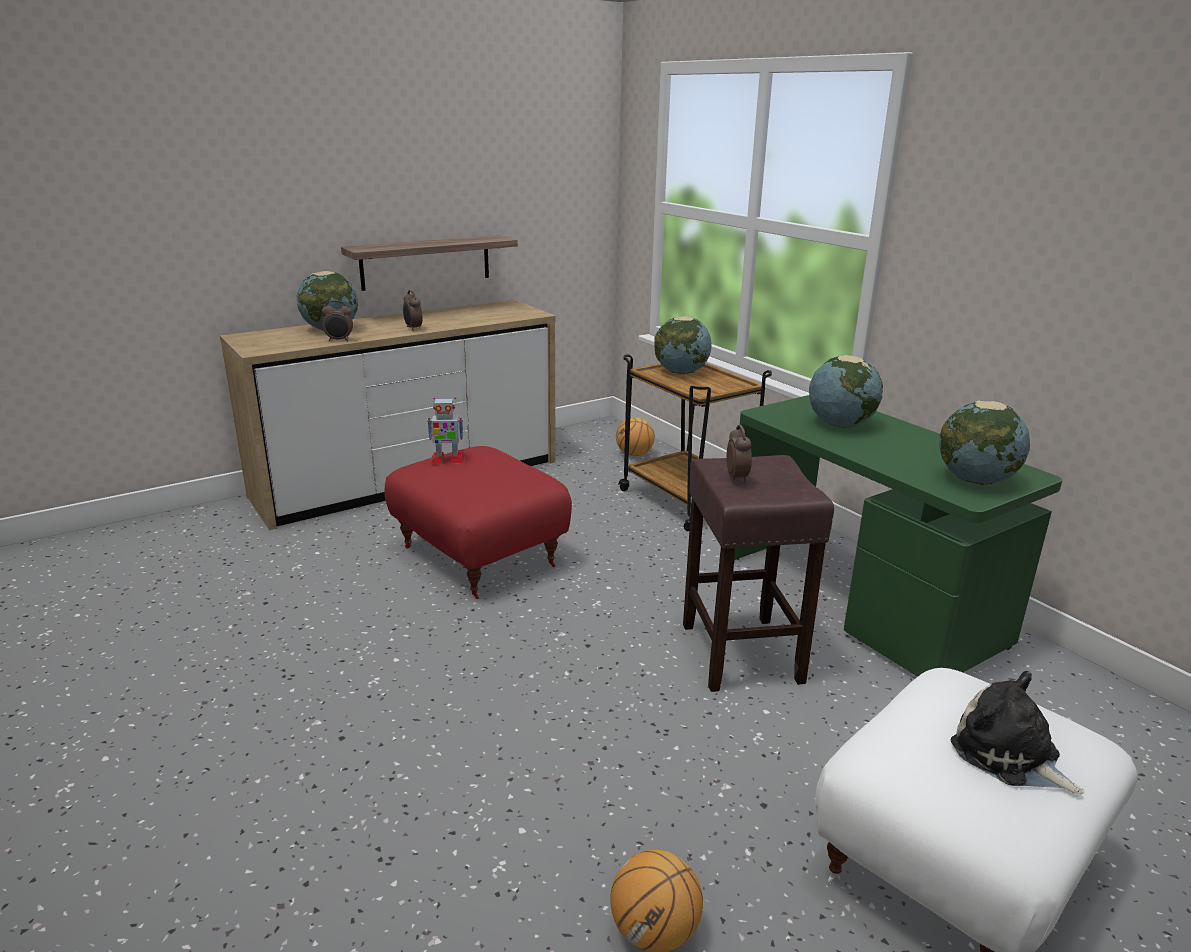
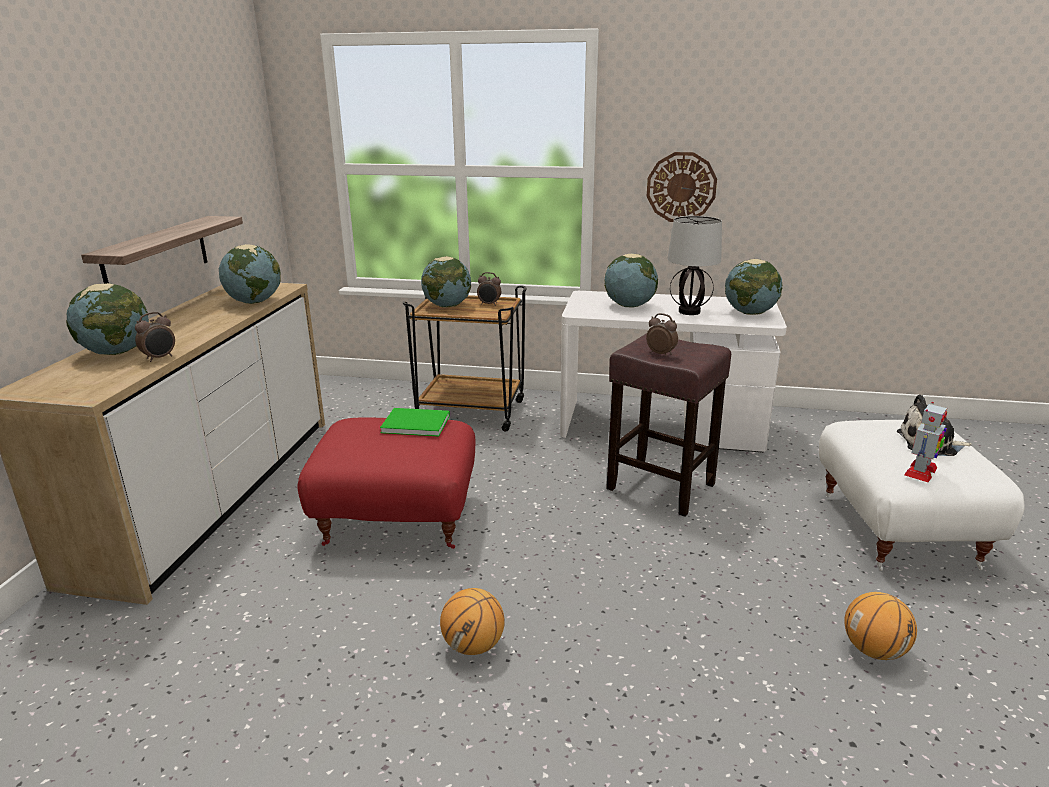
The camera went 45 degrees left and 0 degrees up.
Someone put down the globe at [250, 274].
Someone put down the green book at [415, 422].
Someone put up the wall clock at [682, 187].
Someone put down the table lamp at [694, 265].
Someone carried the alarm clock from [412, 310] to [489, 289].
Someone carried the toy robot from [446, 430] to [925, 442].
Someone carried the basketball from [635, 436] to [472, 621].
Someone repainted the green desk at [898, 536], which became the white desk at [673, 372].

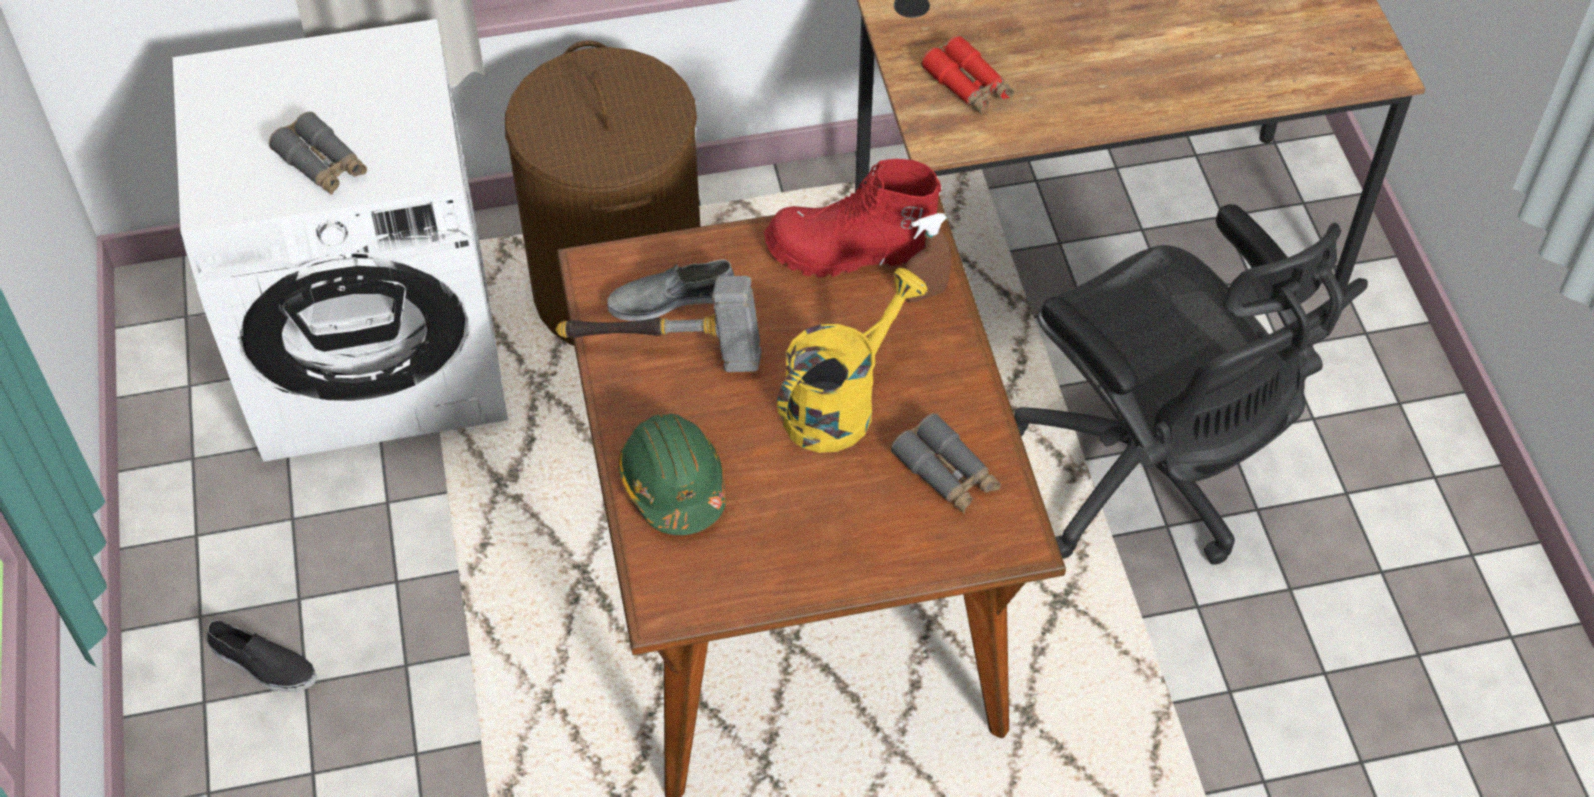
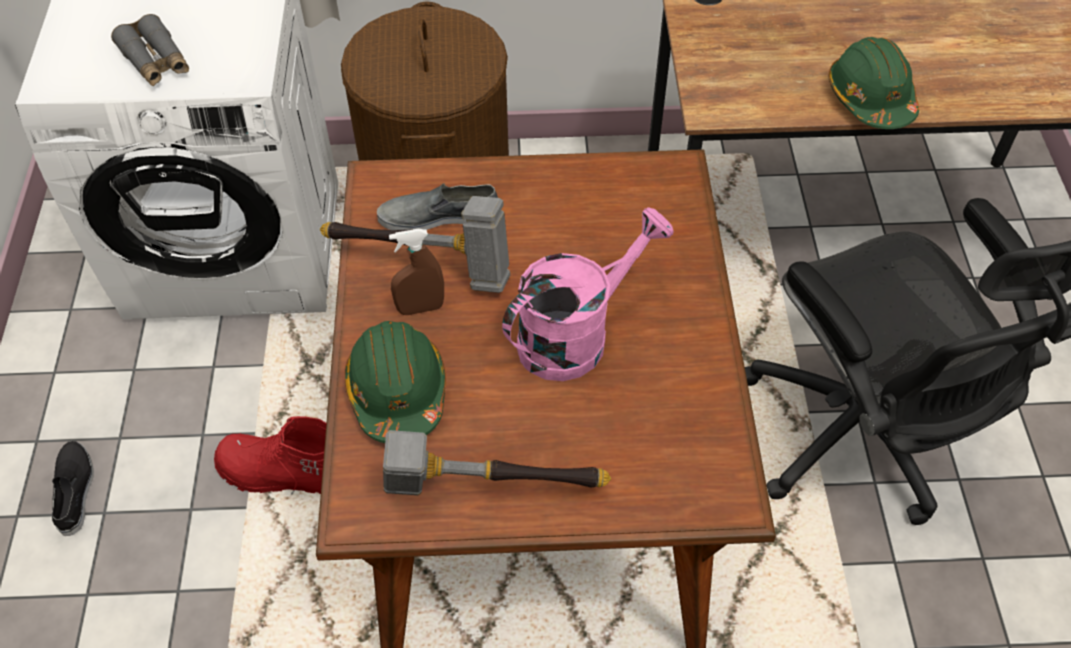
The camera went 10 degrees right and 0 degrees up.
Someone took away the grey binoculars at [946, 463].
Someone took away the red binoculars at [967, 75].
Someone put down the hammer at [497, 462].
Someone put down the green hard hat at [873, 83].
Someone carried the red boot from [852, 218] to [270, 455].
Someone carried the brown spray bottle from [927, 258] to [416, 272].
Someone repainted the yellow watering can at [852, 360], which became the pink watering can at [588, 294].
Someone rotated the black shoe at [262, 656] by 135 degrees counterclockwise.

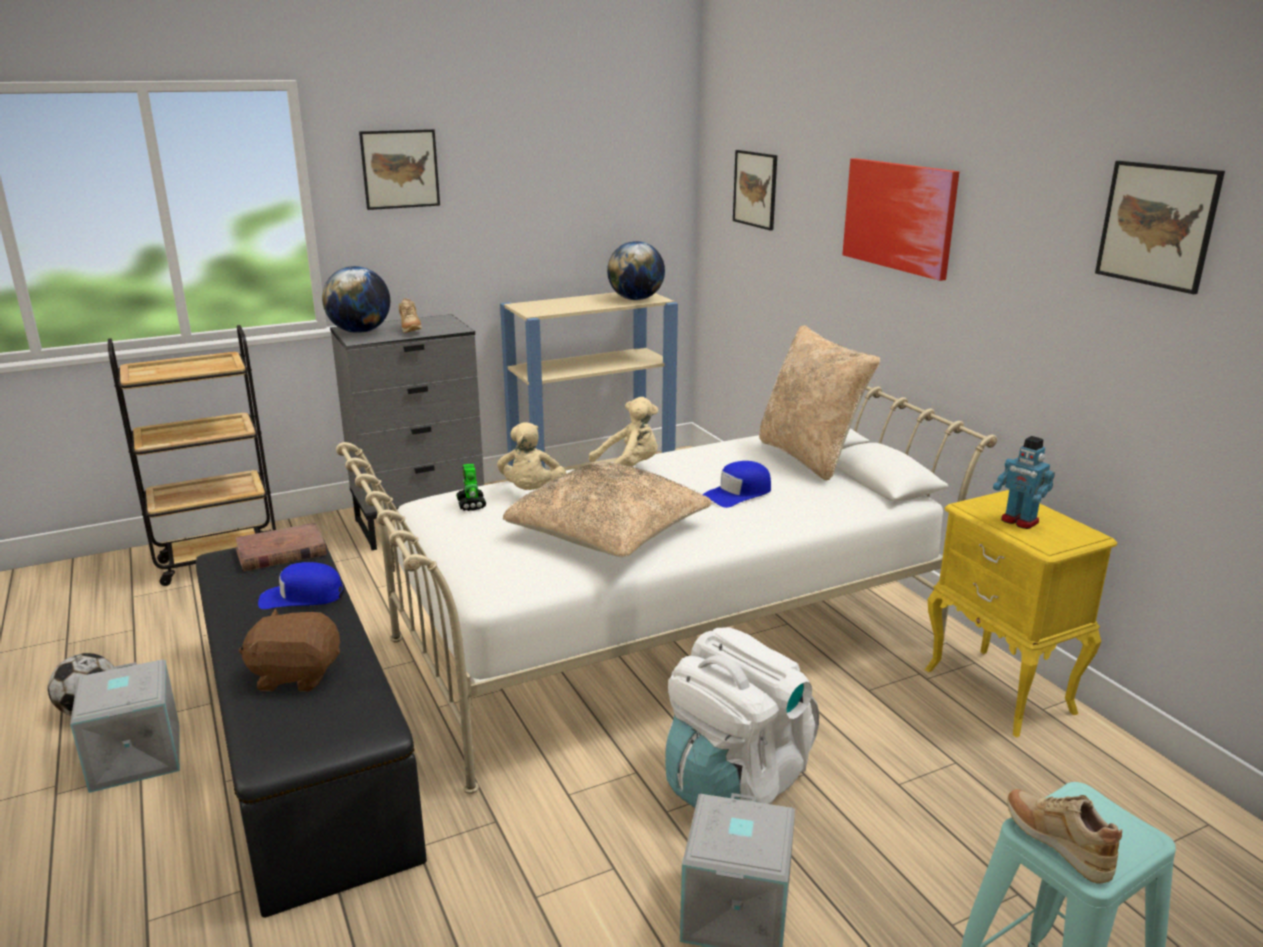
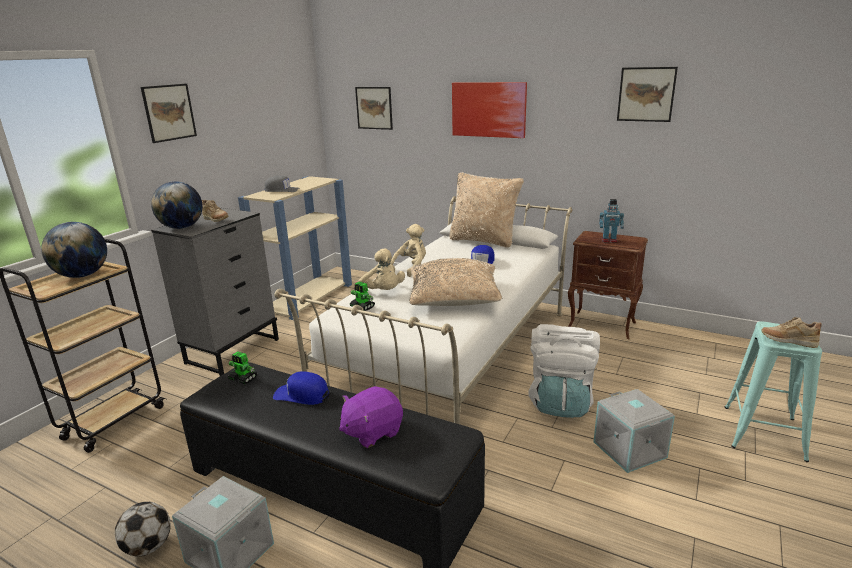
The camera went 35 degrees left and 0 degrees up.
Someone put down the grey cap at [282, 183].
Someone carried the globe from [636, 270] to [74, 250].
Someone swapped the brown book at [281, 547] for the toy robot at [242, 367].
Someone repainted the brown plush toy at [289, 650], which became the purple plush toy at [371, 417].
Someone repainted the yellow nightstand at [1021, 614], which became the brown nightstand at [608, 285].
Someone rotated the blue cap at [301, 585] by 60 degrees clockwise.

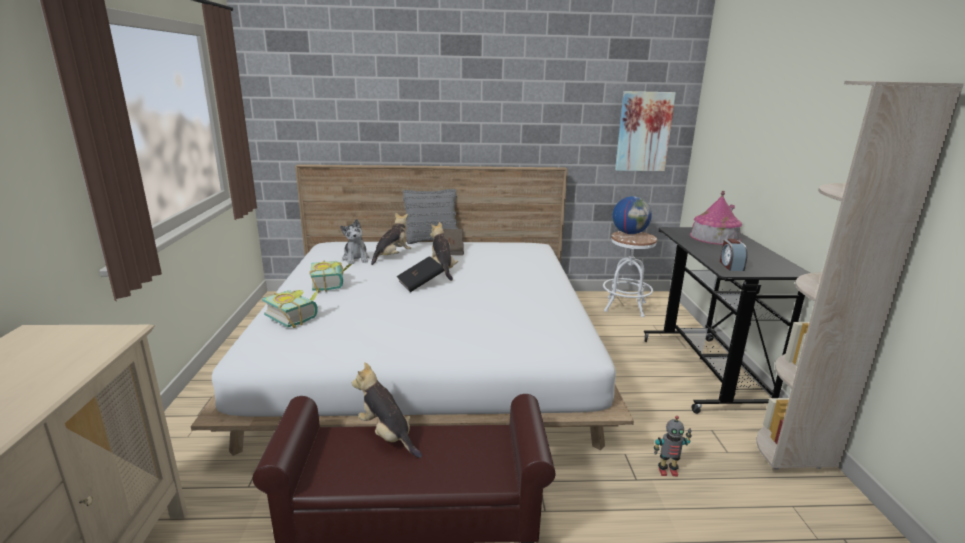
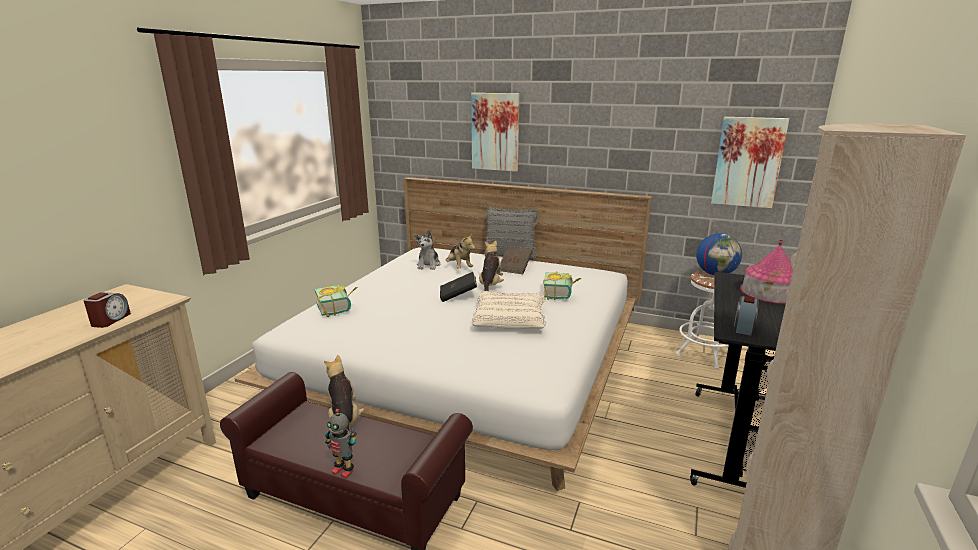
The camera went 25 degrees right and 0 degrees up.
Someone put down the alarm clock at [107, 310].
Someone put up the picture at [495, 132].
Someone put down the beige pillow at [509, 310].
Someone carried the book from [330, 276] to [562, 285].
Someone carried the toy robot from [673, 446] to [341, 444].
Someone rotated the plush toy at [391, 238] by 90 degrees clockwise.

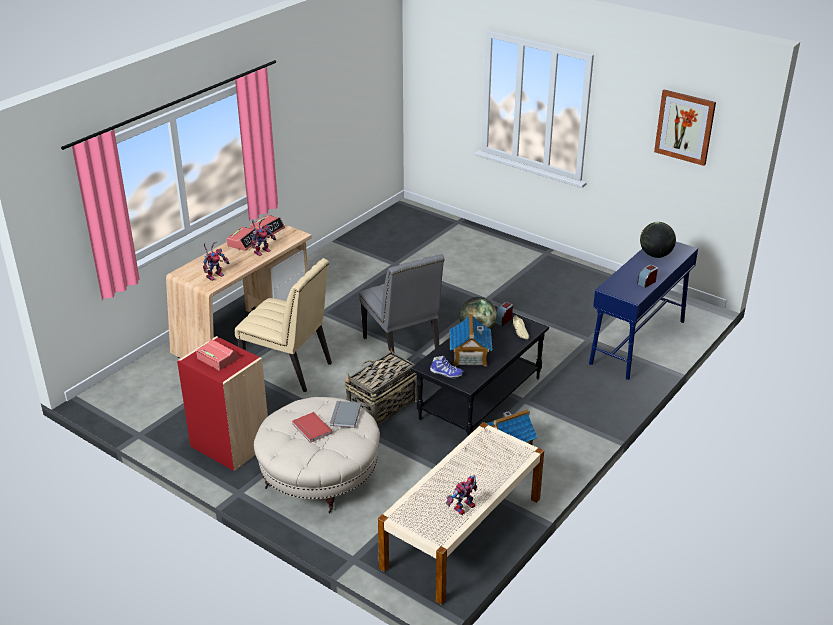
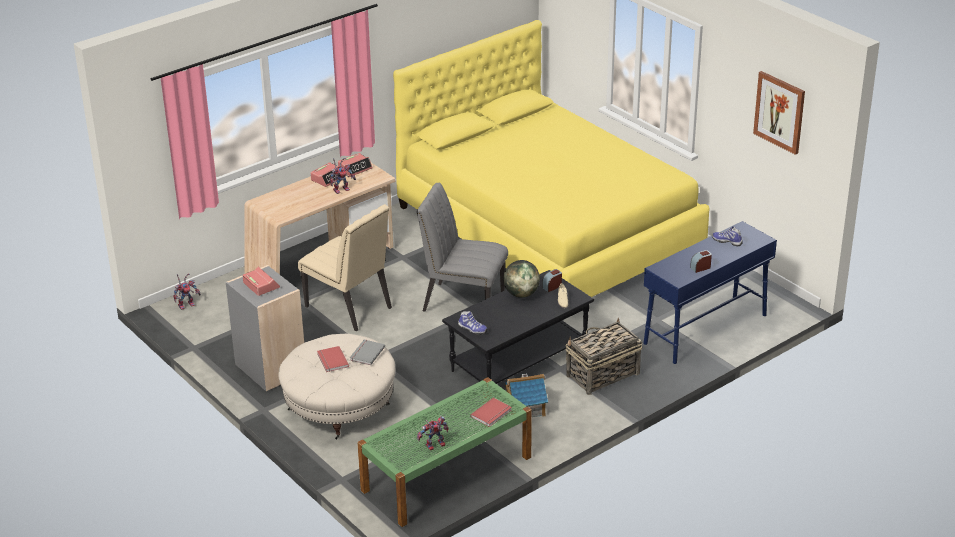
The camera went 15 degrees right and 0 degrees up.
Someone took away the toy house at [471, 339].
Someone put down the yellow bed at [551, 158].
Someone put down the red book at [491, 412].
Someone carried the toy robot from [216, 261] to [187, 292].
Someone carried the basket from [381, 386] to [604, 356].
Someone swapped the globe at [658, 240] for the shoe at [727, 236].
Someone repainted the red bookcase at [222, 403], which became the grey bookcase at [265, 328].
Someone repainted the beige bench at [461, 513], which became the green bench at [444, 452].
Someone rotated the grey chair at [402, 303] by 120 degrees clockwise.

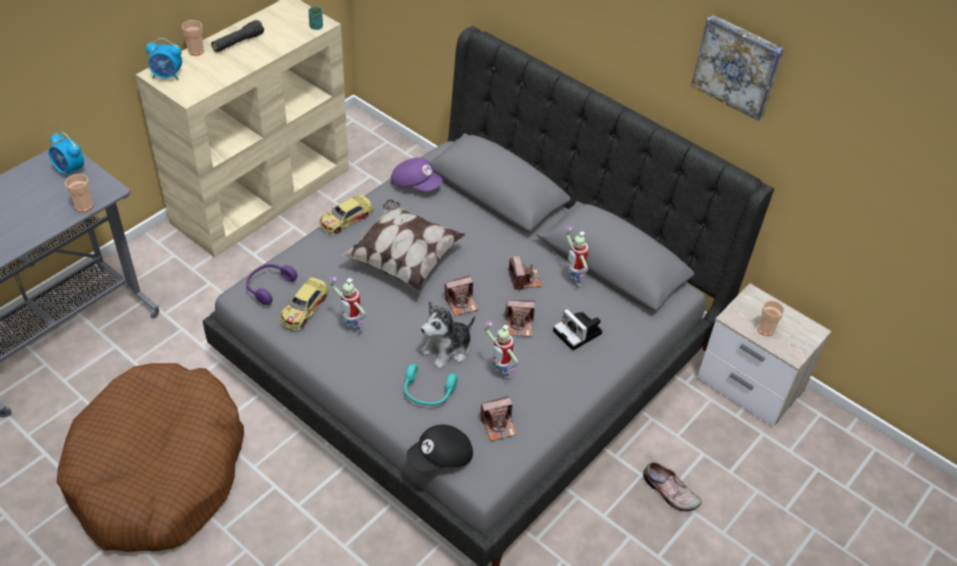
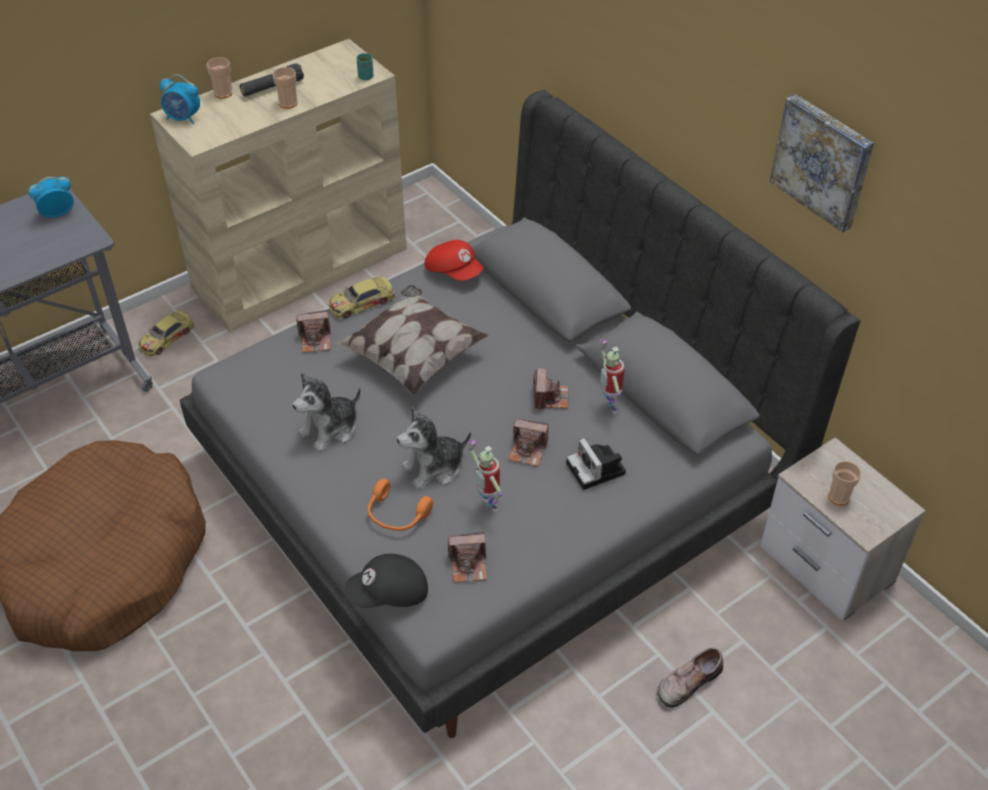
The camera went 15 degrees right and 0 degrees up.
Someone took away the purple headphones at [271, 284].
Someone carried the cup from [79, 193] to [285, 88].
Someone carried the toy car from [304, 304] to [166, 334].
Someone carried the photo camera from [461, 295] to [313, 331].
Someone swapped the toy robot at [348, 304] for the plush toy at [326, 412].
Someone repainted the purple cap at [417, 174], which became the red cap at [453, 260].
Someone repainted the turquoise headphones at [430, 384], which became the orange headphones at [400, 505].
Someone rotated the alarm clock at [66, 154] by 105 degrees clockwise.
Someone rotated the shoe at [672, 486] by 90 degrees clockwise.

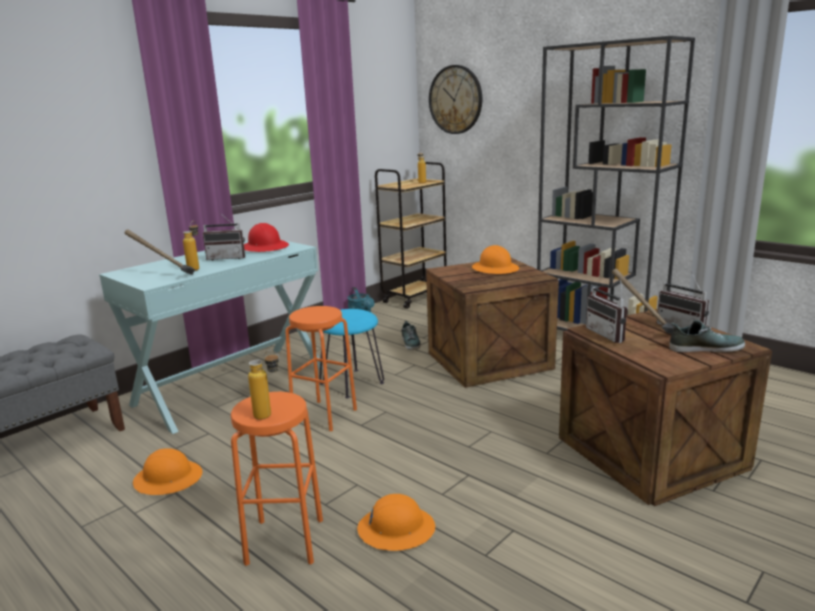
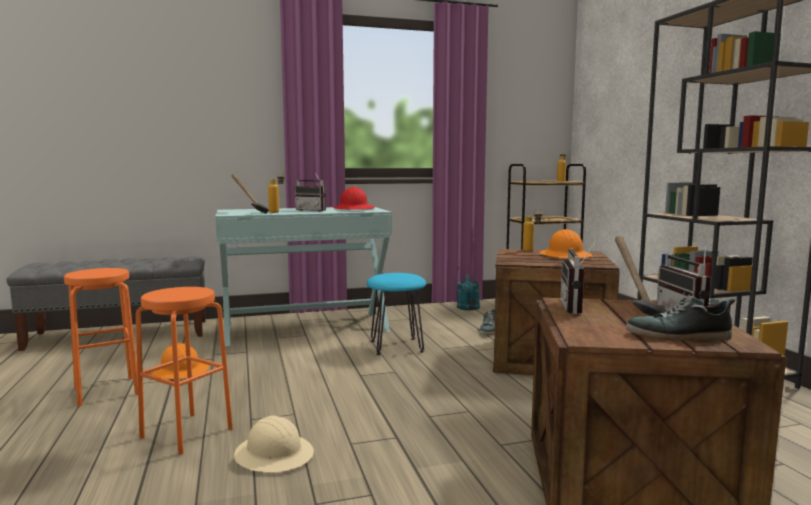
The camera went 30 degrees right and 10 degrees down.
Someone took away the wall clock at [455, 99].
Someone carried the bottle from [263, 385] to [533, 230].
Someone carried the orange stool from [321, 368] to [101, 337].
Someone repainted the orange hard hat at [396, 522], which became the beige hard hat at [274, 444].
Someone rotated the shoe at [707, 336] by 150 degrees clockwise.

